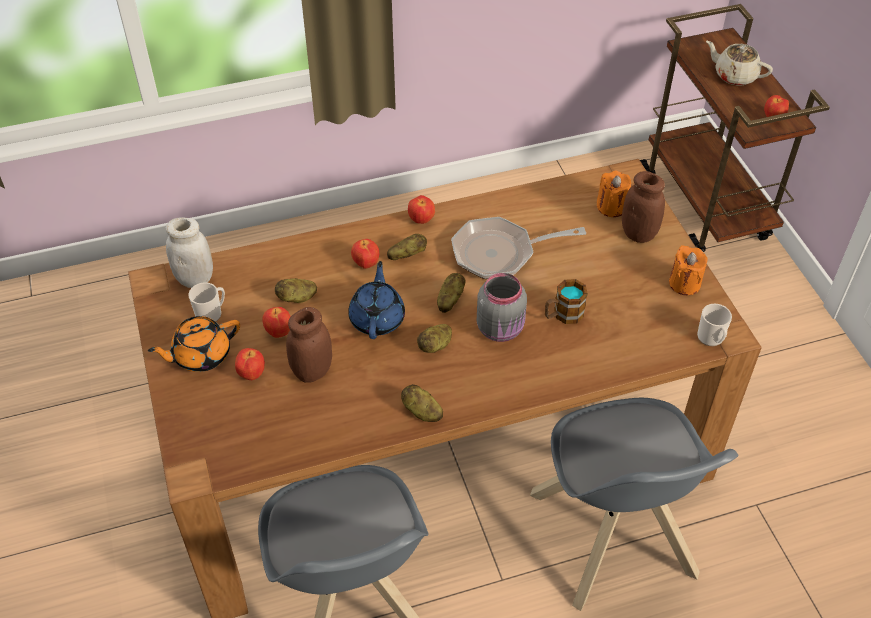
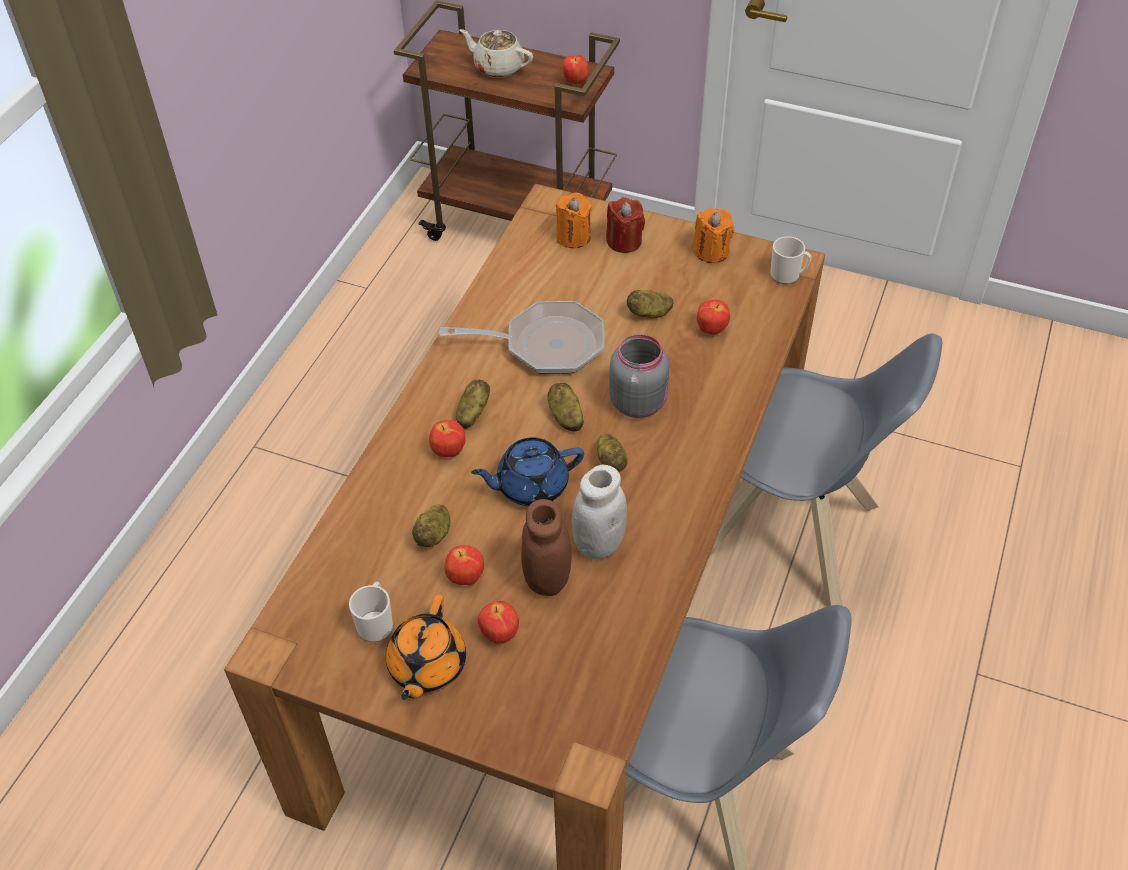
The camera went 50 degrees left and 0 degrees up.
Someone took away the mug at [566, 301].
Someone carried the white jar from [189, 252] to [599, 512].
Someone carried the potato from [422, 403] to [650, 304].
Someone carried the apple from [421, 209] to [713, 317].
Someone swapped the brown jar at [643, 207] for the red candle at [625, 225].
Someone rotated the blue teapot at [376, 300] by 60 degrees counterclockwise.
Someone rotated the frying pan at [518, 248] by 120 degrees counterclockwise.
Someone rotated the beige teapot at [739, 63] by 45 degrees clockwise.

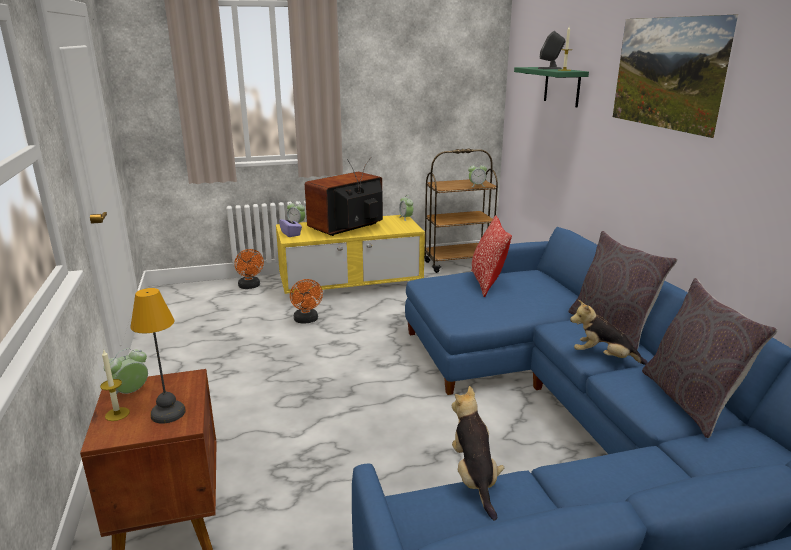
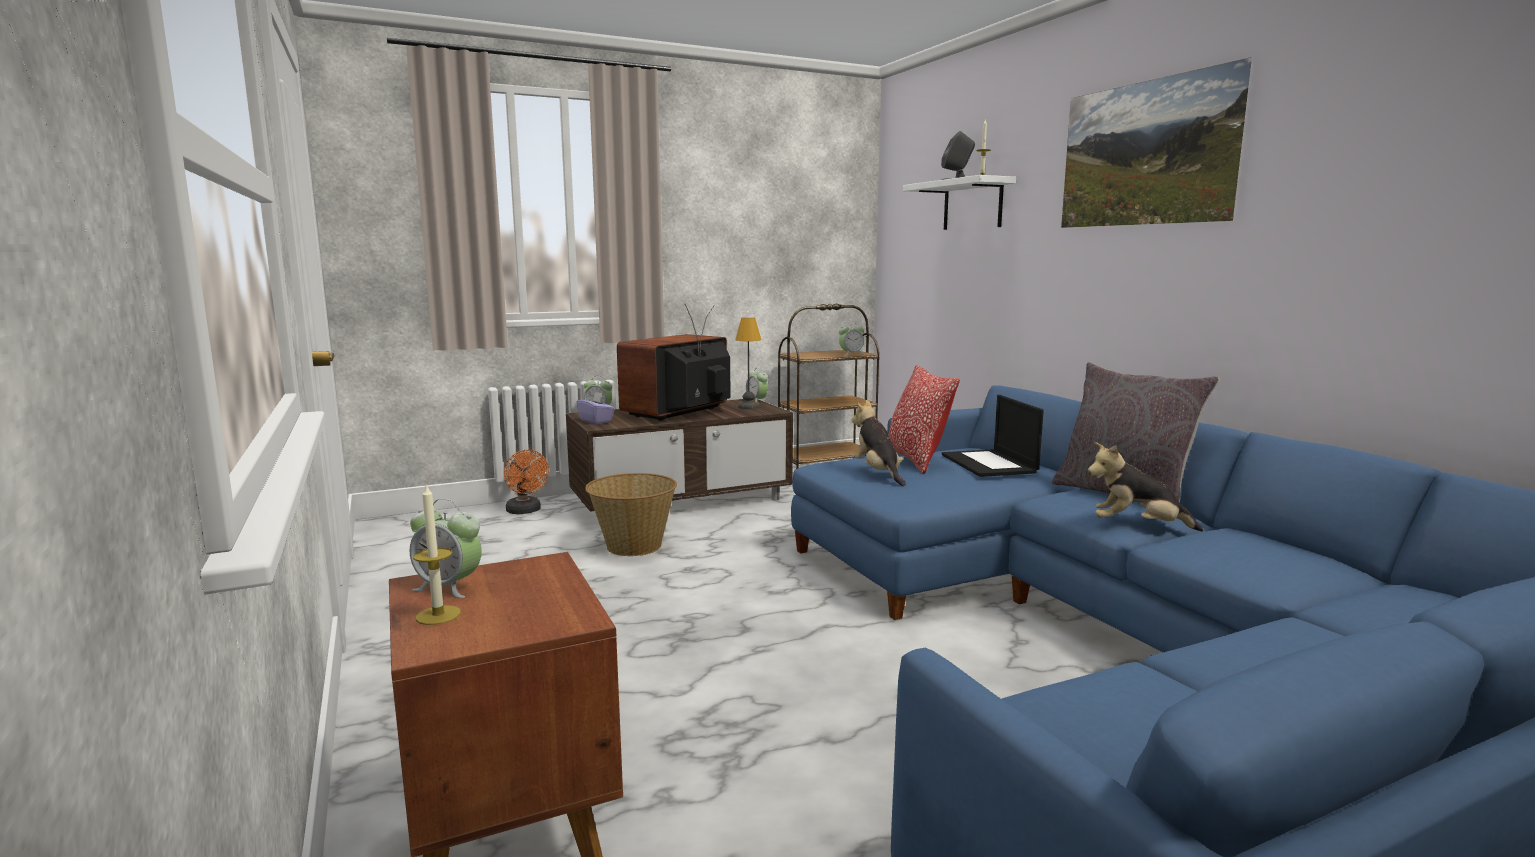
The camera went 10 degrees left and 10 degrees down.
Someone took away the grey pillow at [710, 358].
Someone put down the laptop at [993, 436].
Someone carried the table lamp from [158, 356] to [748, 363].
Someone carried the plush toy from [477, 453] to [878, 443].
Someone swapped the orange fan at [306, 301] for the basket at [631, 514].
Someone repainted the yellow tv stand at [350, 256], which became the brown tv stand at [679, 455].
Someone repainted the green shelf at [551, 87], which became the white shelf at [959, 202].
Someone rotated the alarm clock at [126, 371] by 105 degrees counterclockwise.

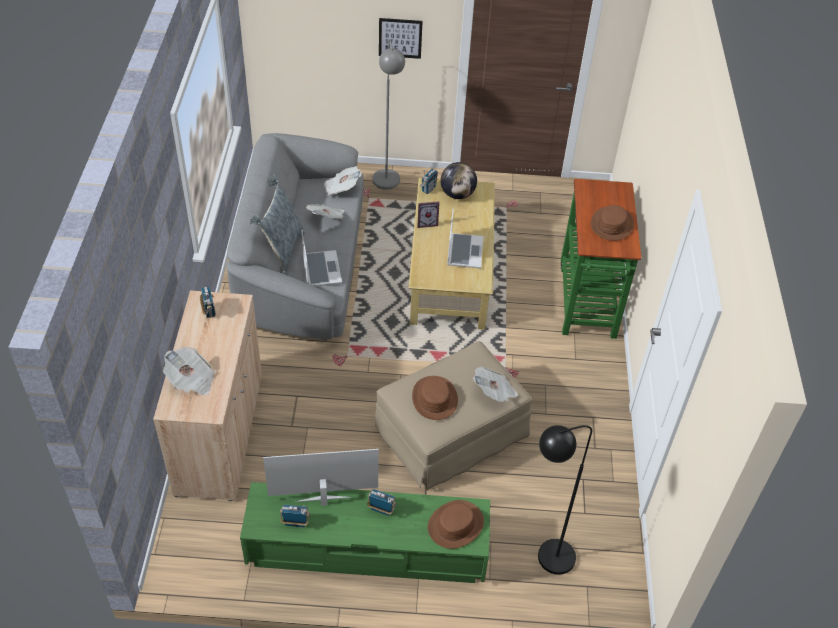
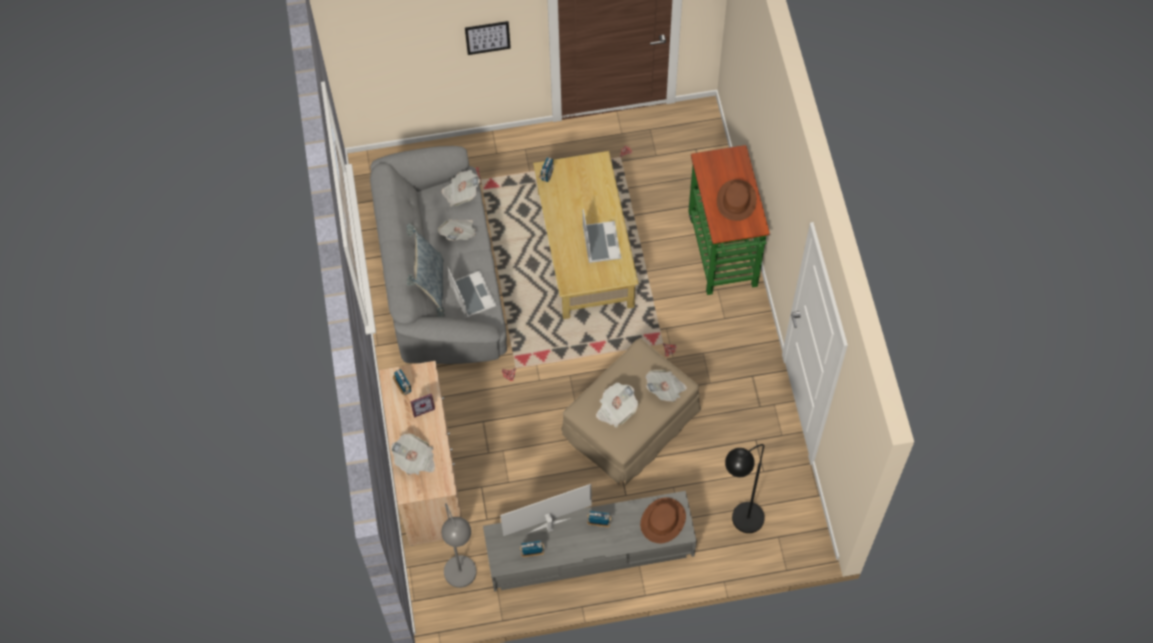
The camera went 10 degrees left and 15 degrees up.
Someone took away the globe at [458, 180].
Someone carried the grey floor lamp from [388, 114] to [459, 545].
Someone carried the picture frame from [428, 214] to [422, 405].
Someone swapped the brown hat at [435, 398] for the newspaper at [617, 405].
Someone repainted the green tv stand at [365, 532], which became the grey tv stand at [590, 541].

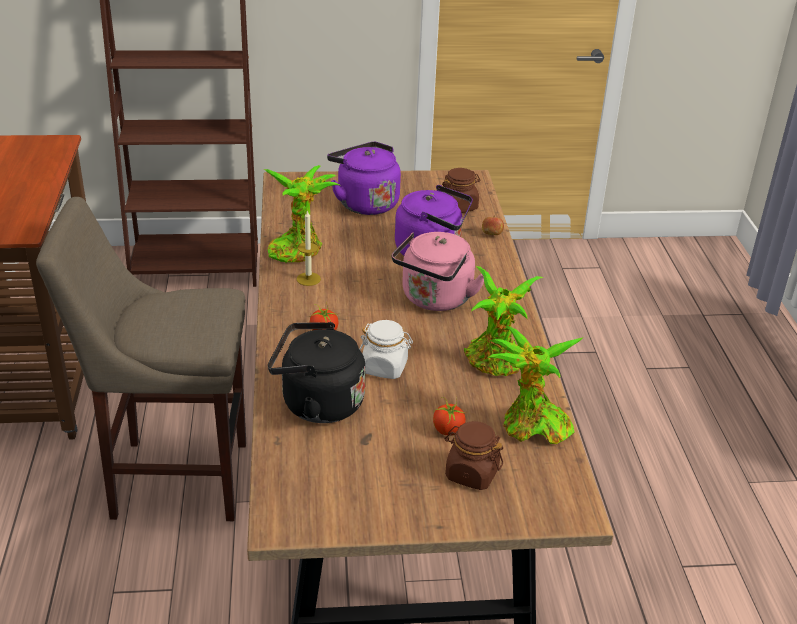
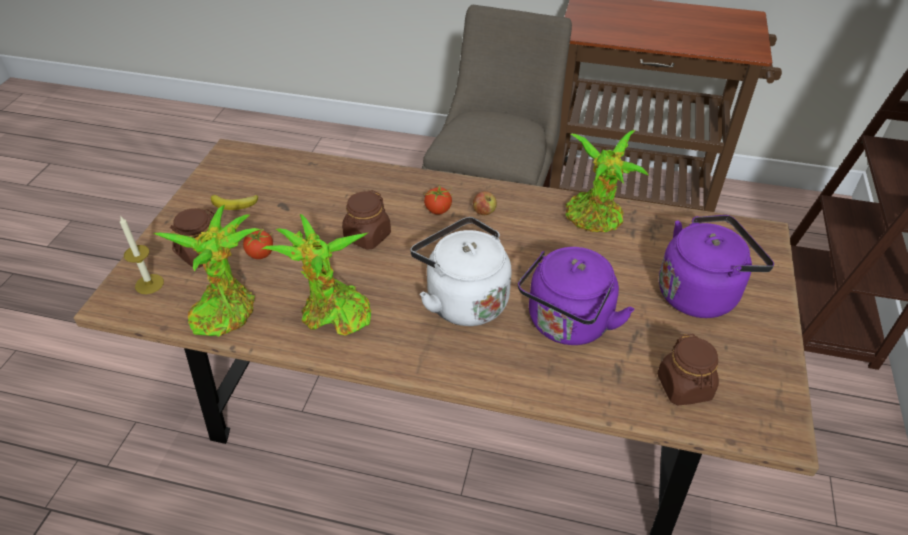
The camera went 110 degrees right and 10 degrees up.
Someone took away the black kettle at [316, 372].
Someone put down the banana at [234, 202].
Someone carried the candle from [309, 248] to [142, 254].
Someone carried the apple from [493, 225] to [485, 203].
Someone repainted the white jar at [386, 349], which became the brown jar at [366, 220].
Someone repainted the pink kettle at [438, 271], which became the white kettle at [460, 271].

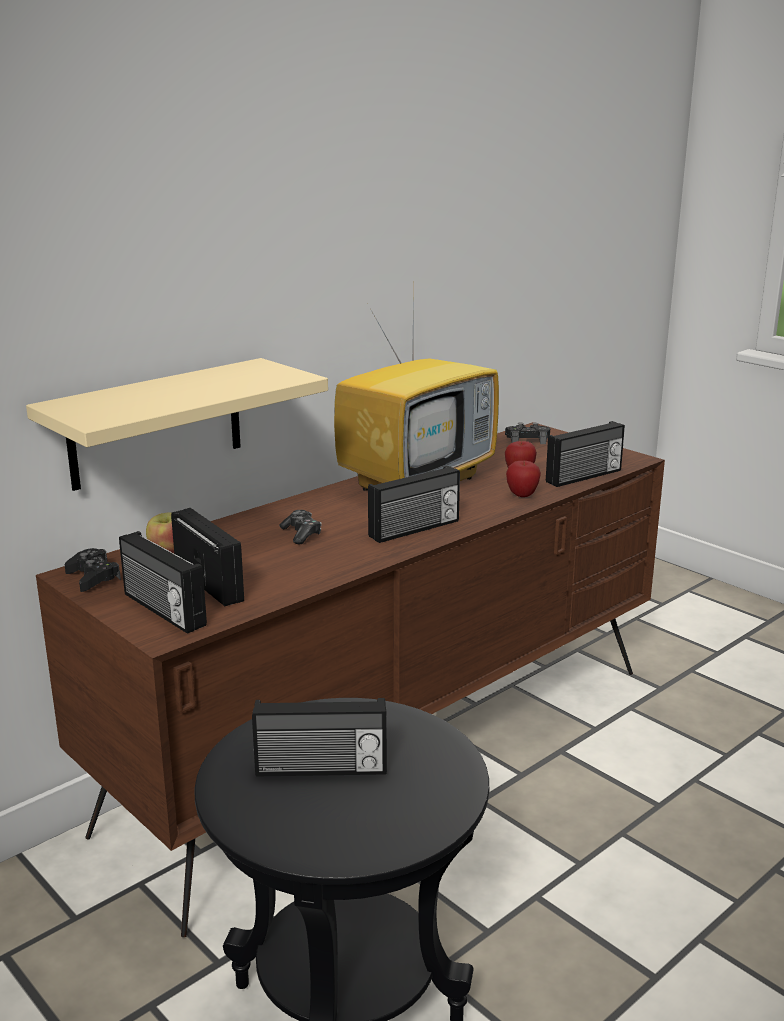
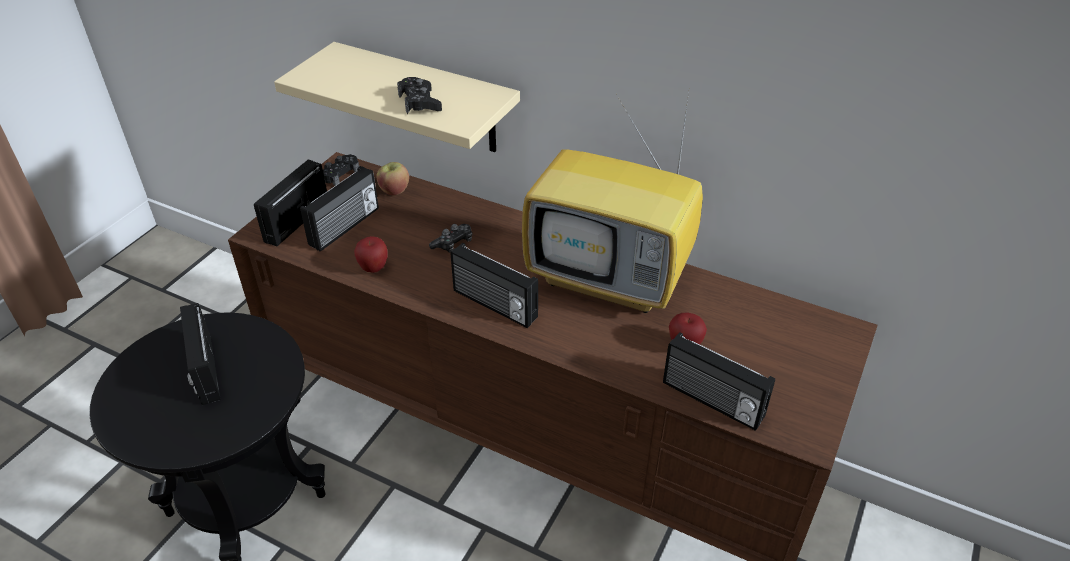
The camera went 70 degrees right and 20 degrees up.
Someone carried the black game controller from [527, 433] to [419, 95].
Someone carried the apple from [523, 479] to [370, 254].

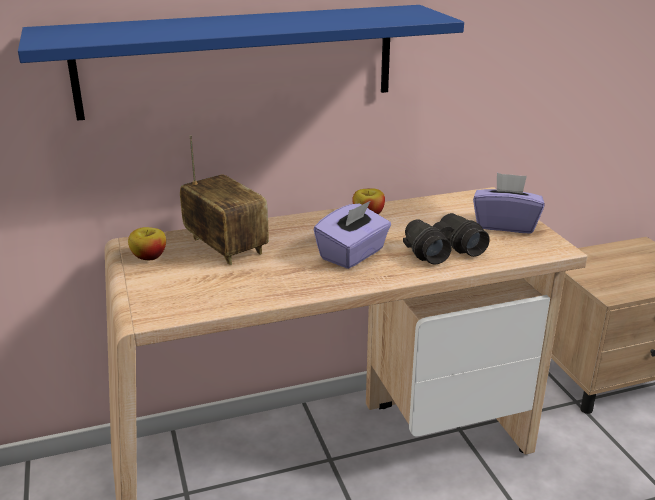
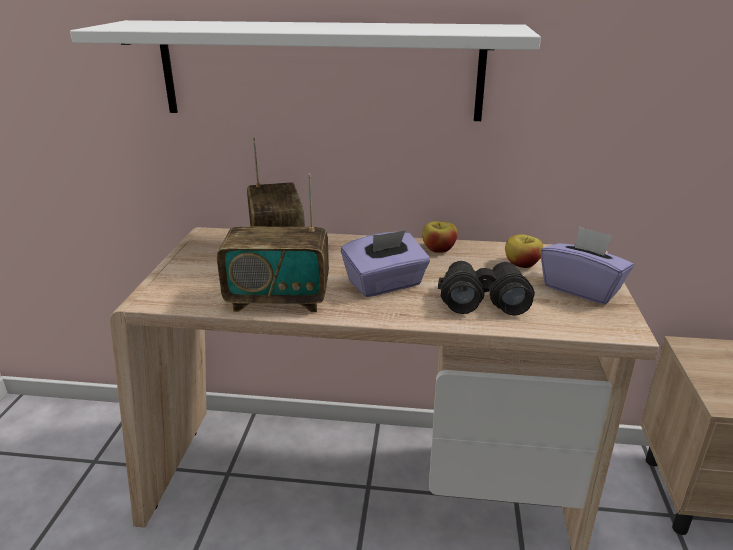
The camera went 25 degrees right and 0 degrees up.
Someone put down the radio at [273, 243].
Someone carried the apple from [147, 243] to [524, 251].
Someone repainted the blue shelf at [241, 63], which became the white shelf at [305, 70].

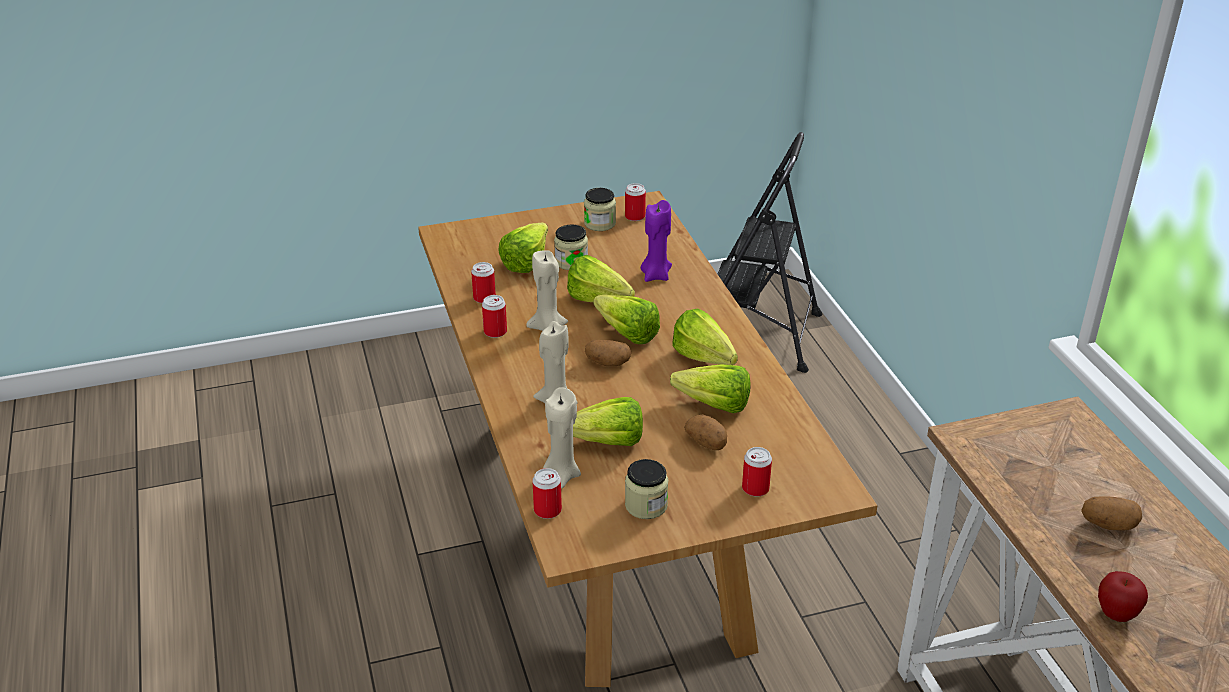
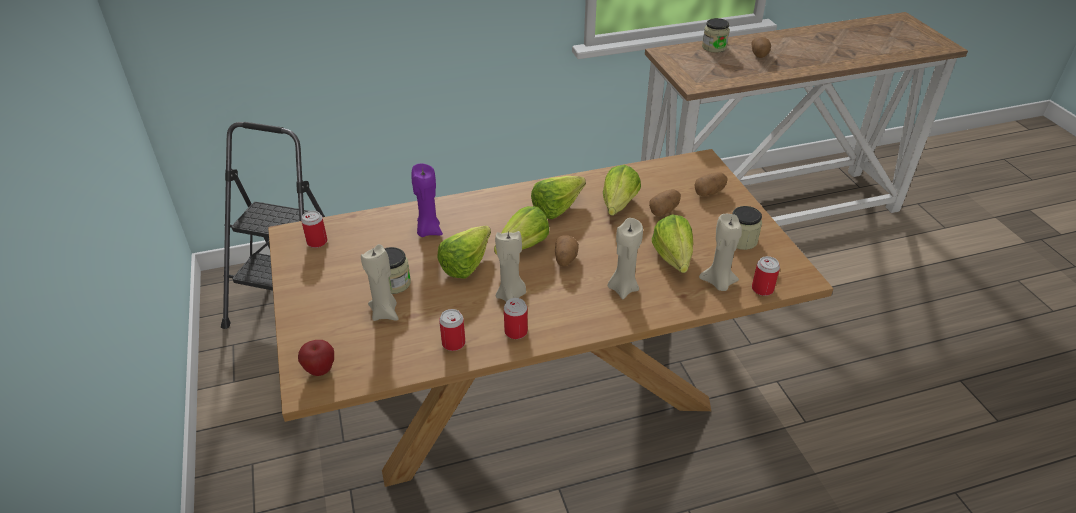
The camera went 90 degrees left and 5 degrees up.
Someone carried the jar from [600, 209] to [716, 35].
Someone carried the apple from [1123, 596] to [316, 358].
Someone swapped the lettuce at [523, 248] for the beige candle at [380, 282].
Someone swapped the can at [757, 472] for the potato at [711, 184].

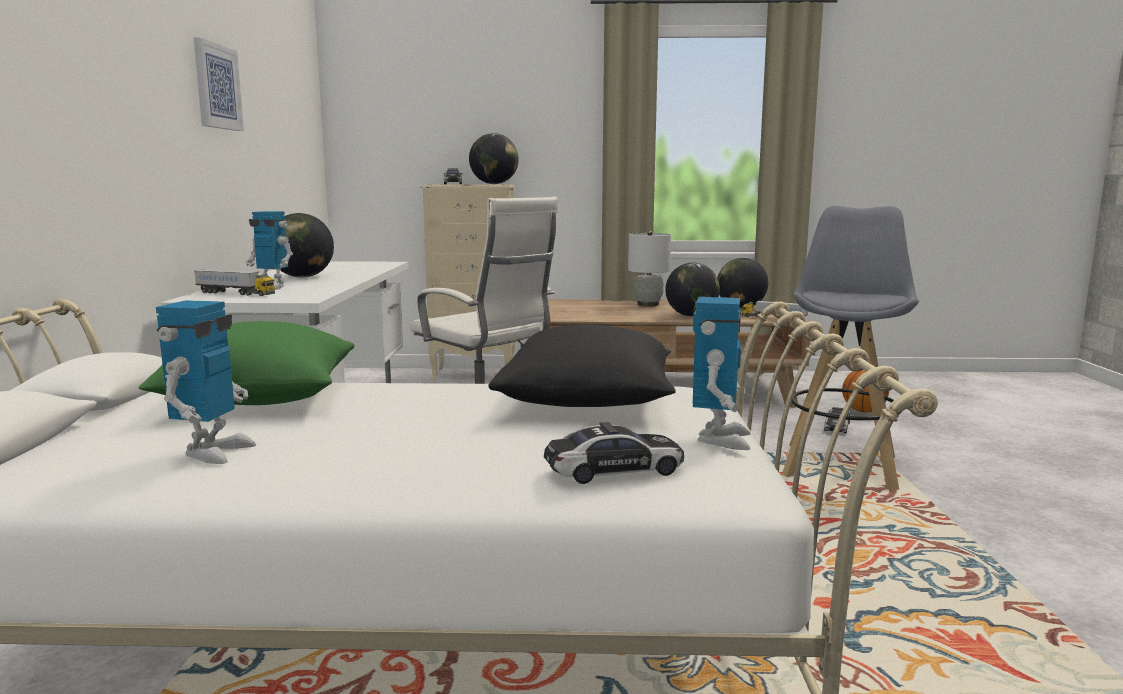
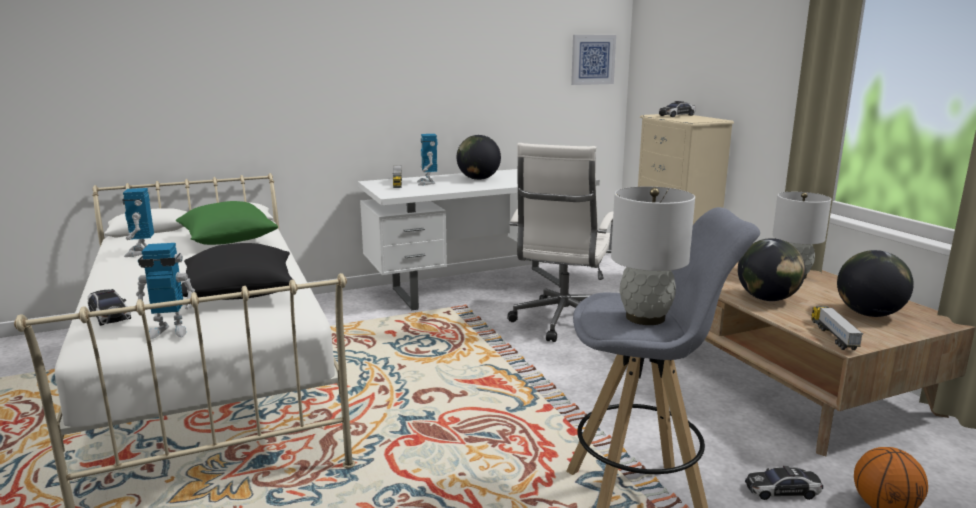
The camera went 65 degrees right and 5 degrees up.
Someone took away the globe at [494, 158].
Someone put down the white table lamp at [653, 256].
Someone carried the picture from [219, 84] to [593, 60].
Someone rotated the toy robot at [206, 382] by 90 degrees clockwise.

